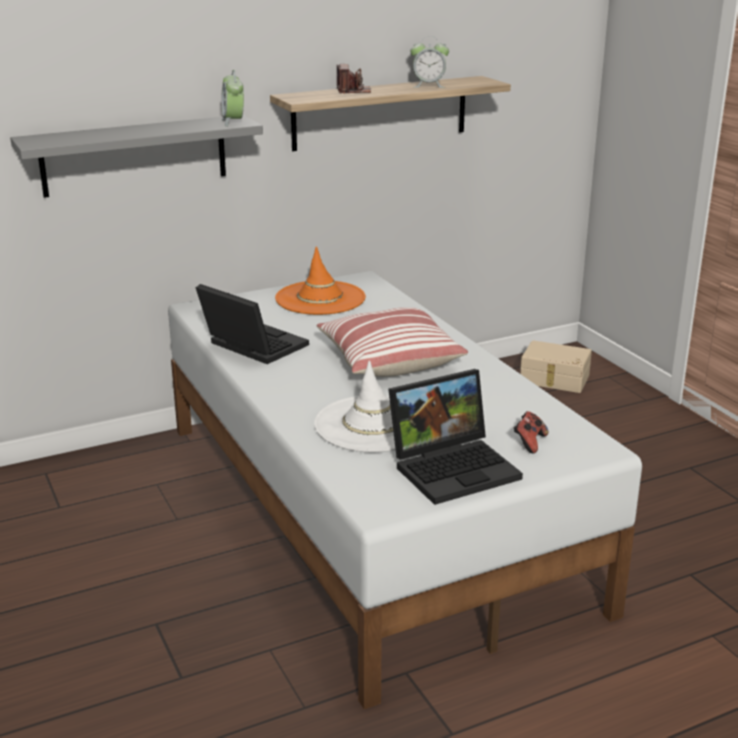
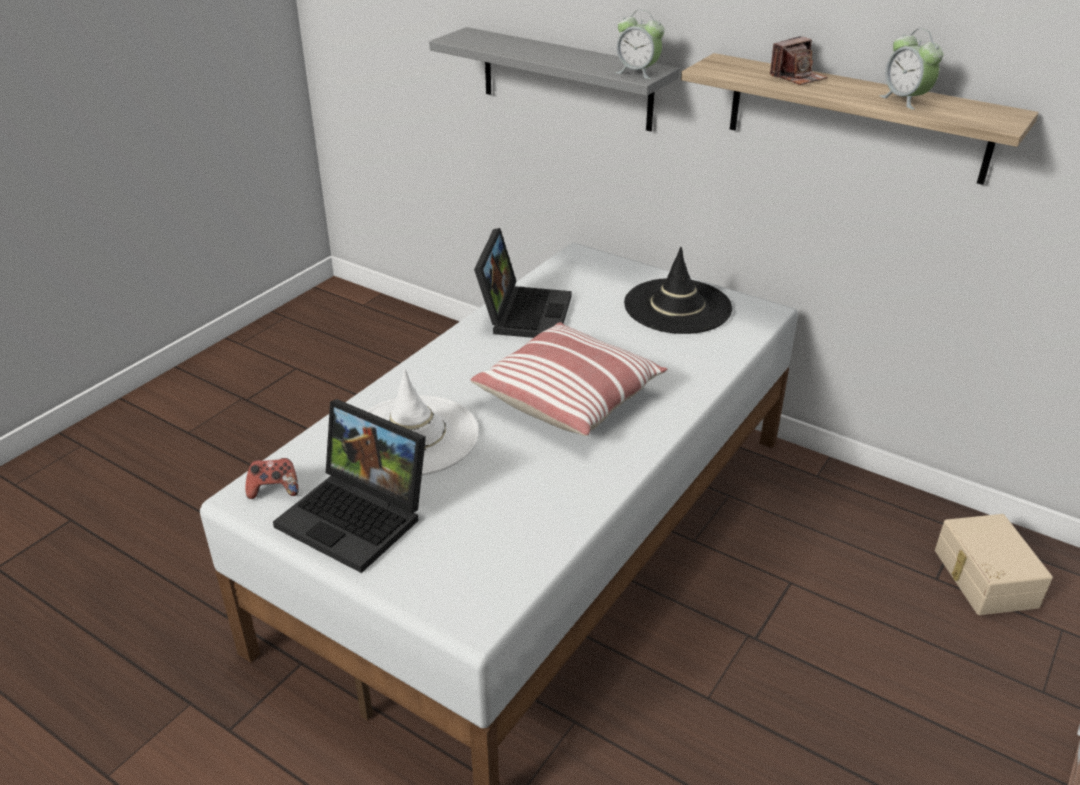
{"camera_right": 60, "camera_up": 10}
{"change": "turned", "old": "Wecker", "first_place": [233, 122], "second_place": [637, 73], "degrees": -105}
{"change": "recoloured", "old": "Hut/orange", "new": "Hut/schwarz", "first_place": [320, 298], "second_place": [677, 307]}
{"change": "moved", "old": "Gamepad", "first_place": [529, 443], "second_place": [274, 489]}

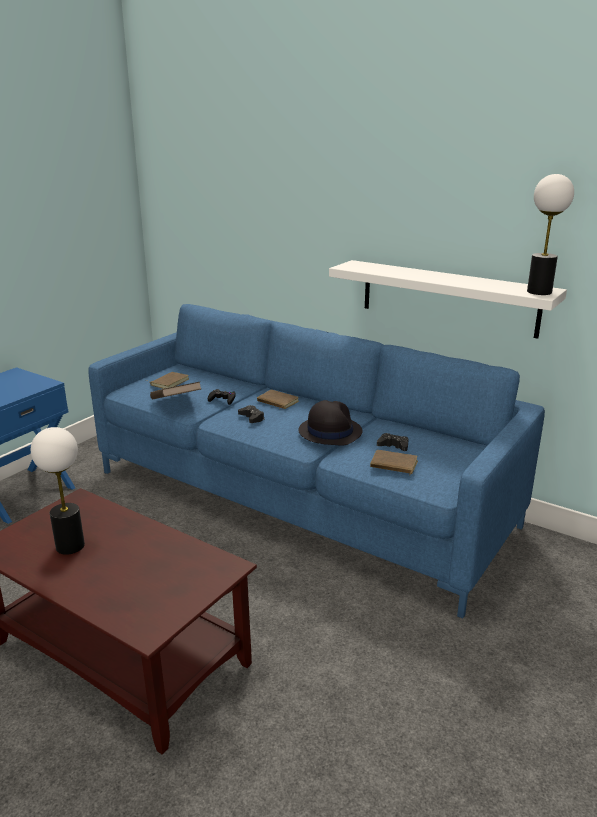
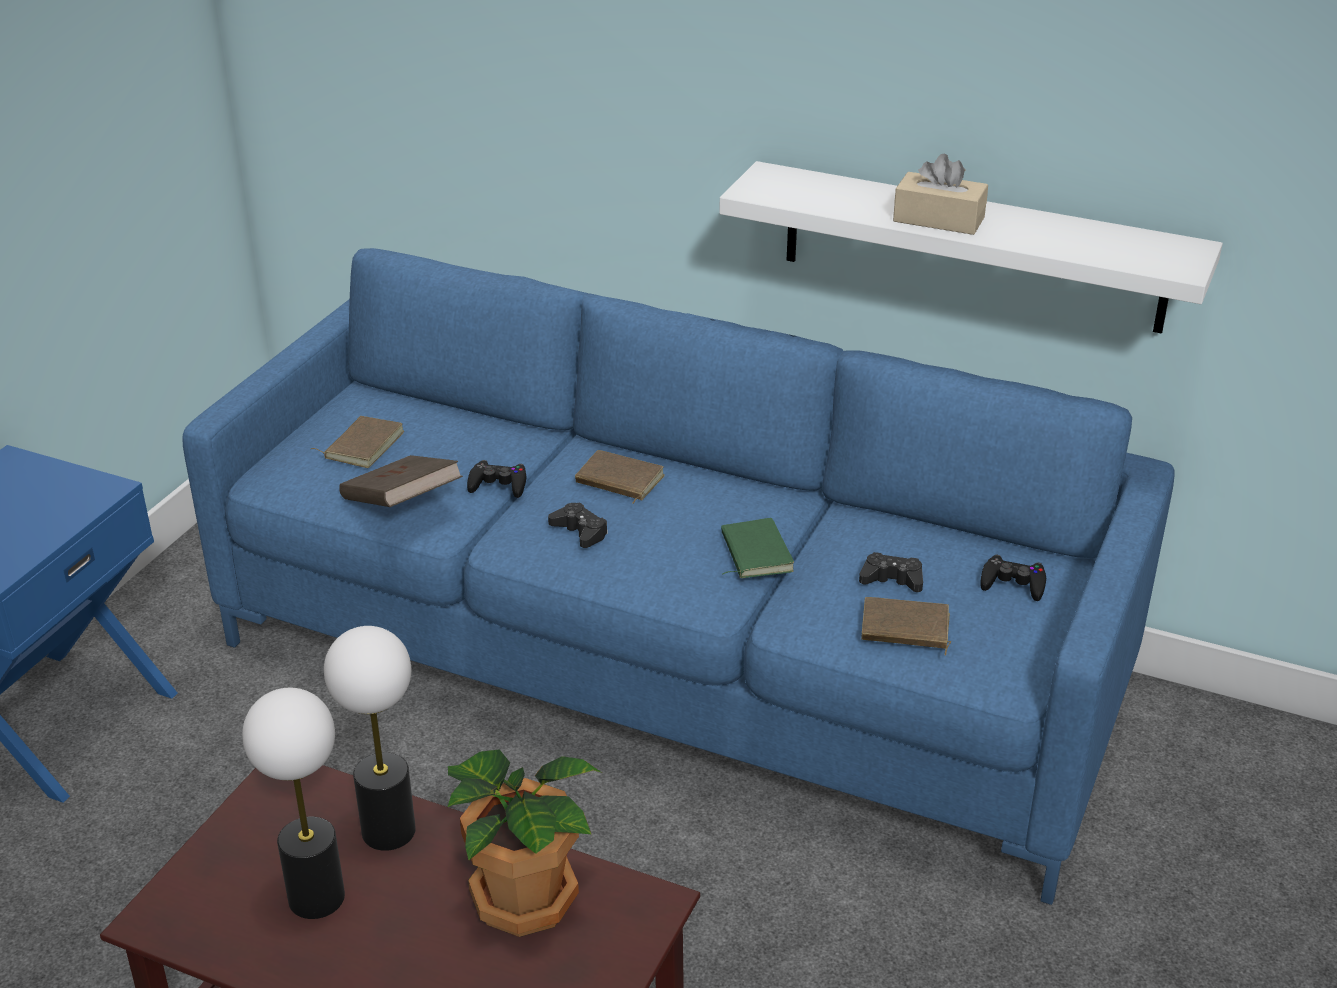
{"camera_right": -10, "camera_up": 10}
{"change": "replaced", "old": "Hut/schwarz", "new": "Buch/grün", "first_place": [329, 431], "second_place": [753, 553]}
{"change": "moved", "old": "Tischlampe", "first_place": [539, 292], "second_place": [387, 831]}
{"change": "added", "new": "Topfpflanze", "second_place": [524, 896]}
{"change": "added", "new": "Taschentuchbox/beige", "second_place": [938, 219]}
{"change": "added", "new": "Gamepad/schwarz", "second_place": [1013, 583]}

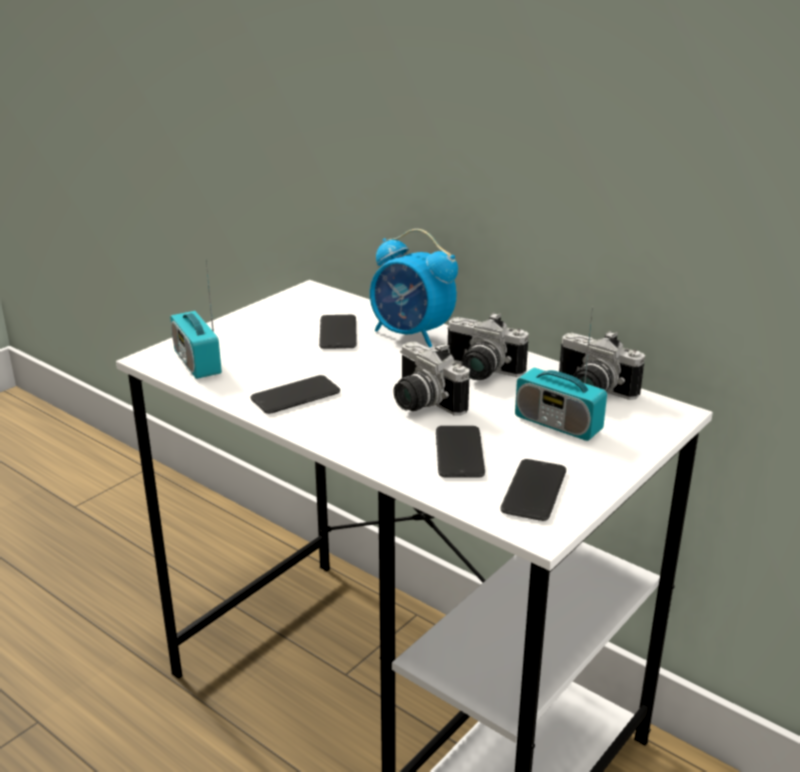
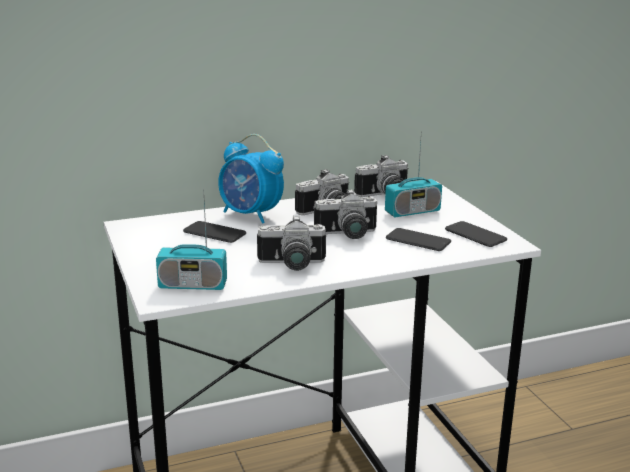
{"camera_right": -60, "camera_up": -5}
{"change": "replaced", "old": "Handy", "new": "Kamera", "first_place": [295, 396], "second_place": [291, 265]}
{"change": "turned", "old": "Wecker", "first_place": [411, 335], "second_place": [251, 215], "degrees": 60}

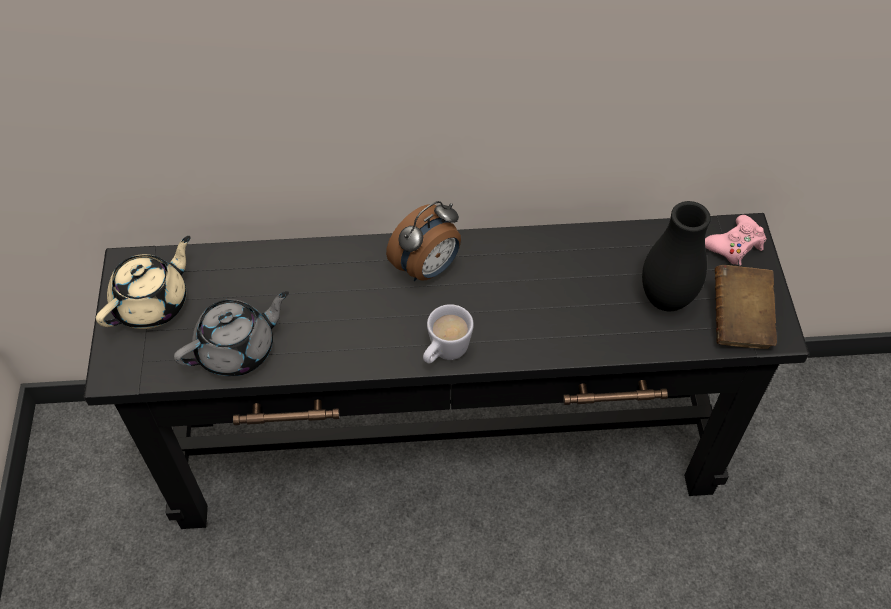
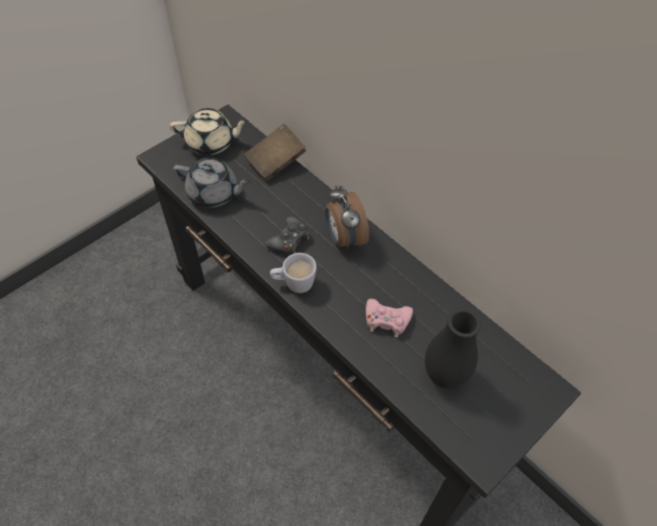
{"camera_right": 50, "camera_up": 0}
{"change": "turned", "old": "Wecker", "first_place": [427, 268], "second_place": [344, 238], "degrees": 60}
{"change": "moved", "old": "Gamepad/rosa", "first_place": [735, 245], "second_place": [386, 320]}
{"change": "moved", "old": "Buch/braun", "first_place": [739, 319], "second_place": [276, 162]}
{"change": "added", "new": "Gamepad/schwarz", "second_place": [289, 240]}

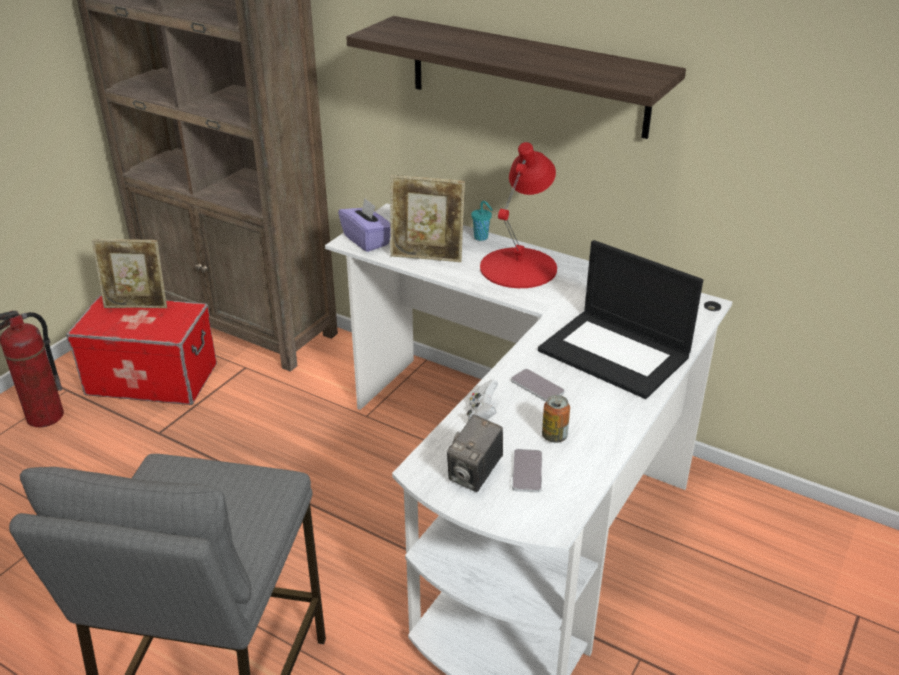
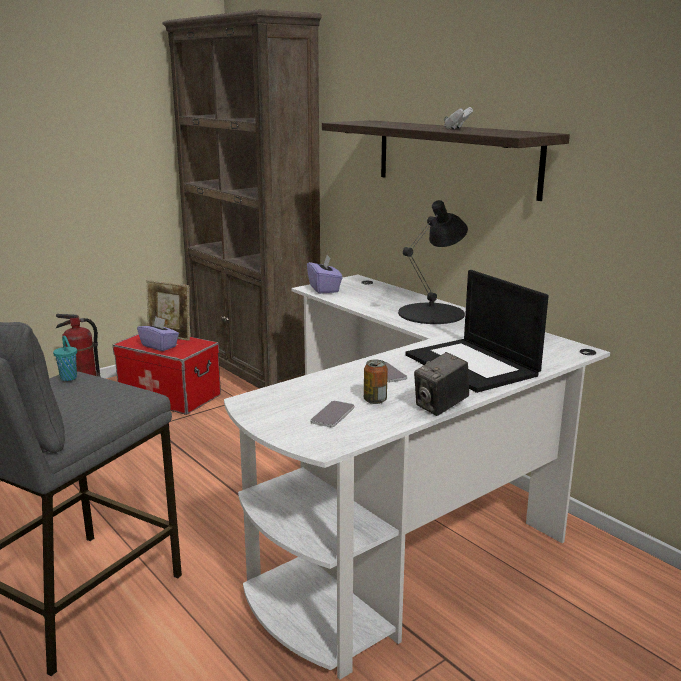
{"camera_right": 20, "camera_up": -15}
{"change": "removed", "old": "Bilderrahmen", "first_place": [427, 257]}
{"change": "moved", "old": "Kamera", "first_place": [475, 475], "second_place": [440, 407]}
{"change": "moved", "old": "Gamepad/weiß", "first_place": [482, 414], "second_place": [457, 129]}
{"change": "moved", "old": "Tasse/türkis", "first_place": [481, 238], "second_place": [69, 378]}
{"change": "recoloured", "old": "Tischlampe/rot", "new": "Tischlampe/schwarz", "first_place": [519, 267], "second_place": [432, 313]}
{"change": "added", "new": "Taschentuchbox/lila", "second_place": [159, 346]}

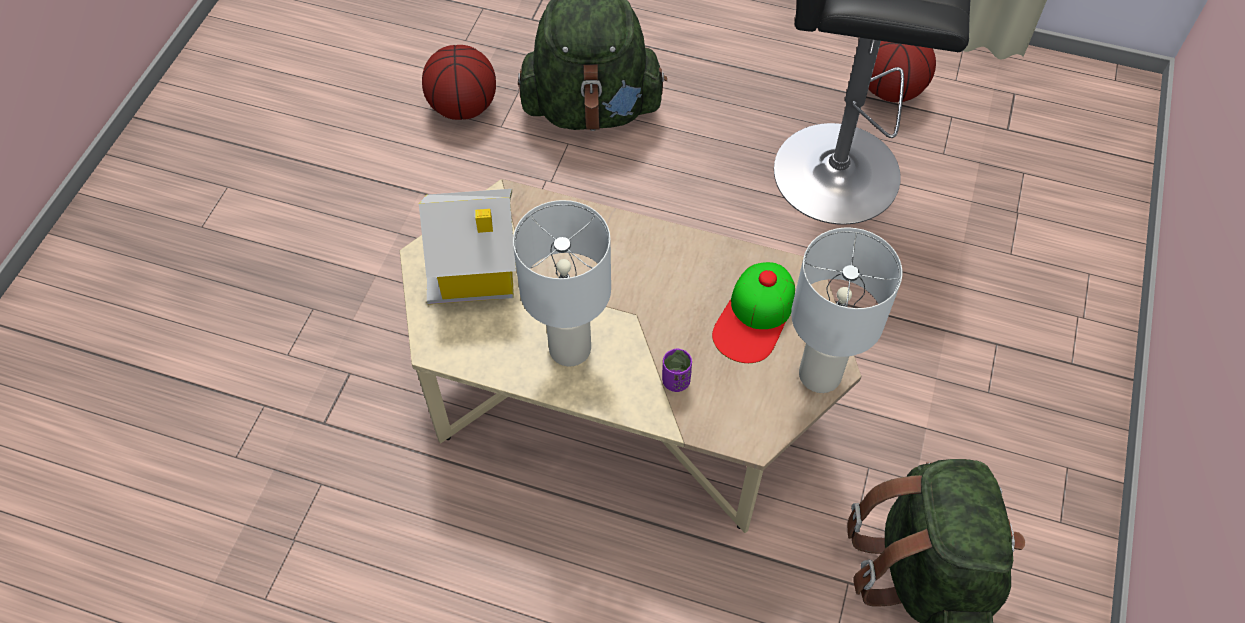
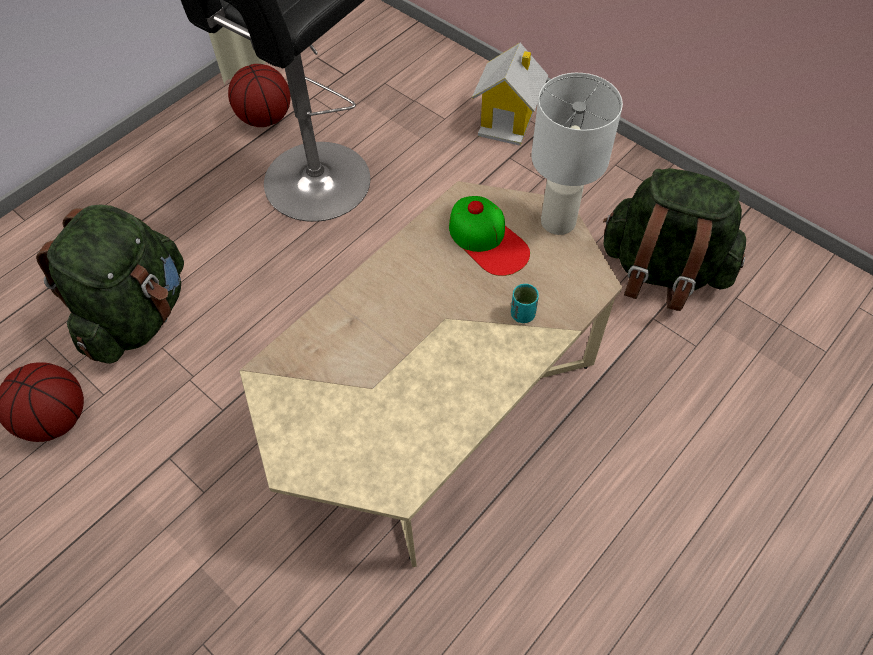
{"camera_right": -65, "camera_up": 0}
{"change": "moved", "old": "Spielzeughaus", "first_place": [475, 273], "second_place": [508, 120]}
{"change": "removed", "old": "Tischlampe/weiß", "first_place": [568, 348]}
{"change": "recoloured", "old": "Tasse/lila", "new": "Tasse/türkis", "first_place": [675, 381], "second_place": [522, 314]}

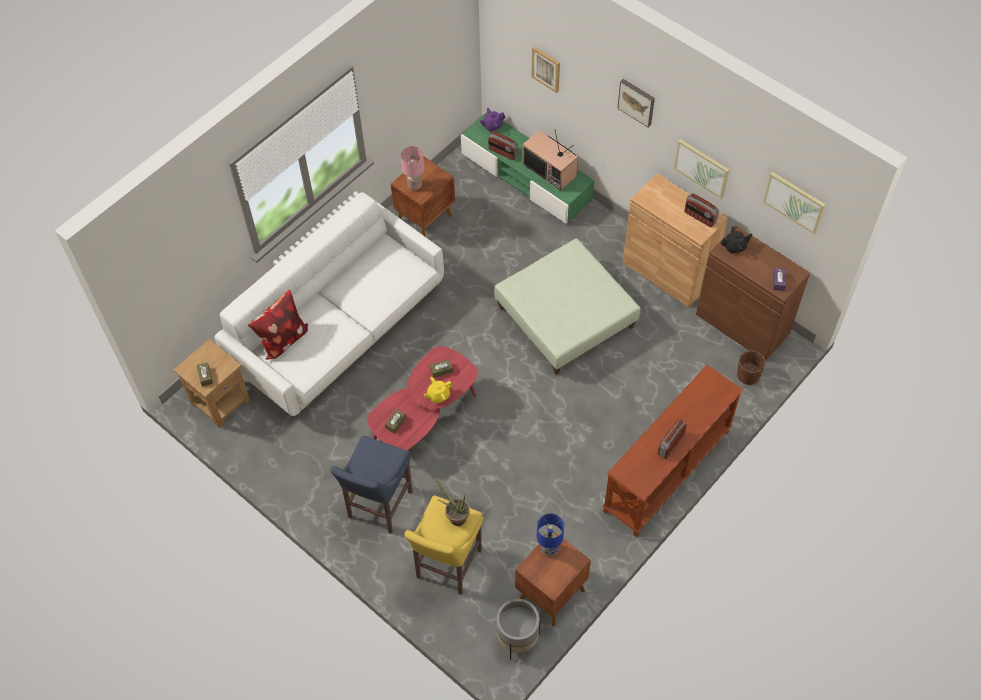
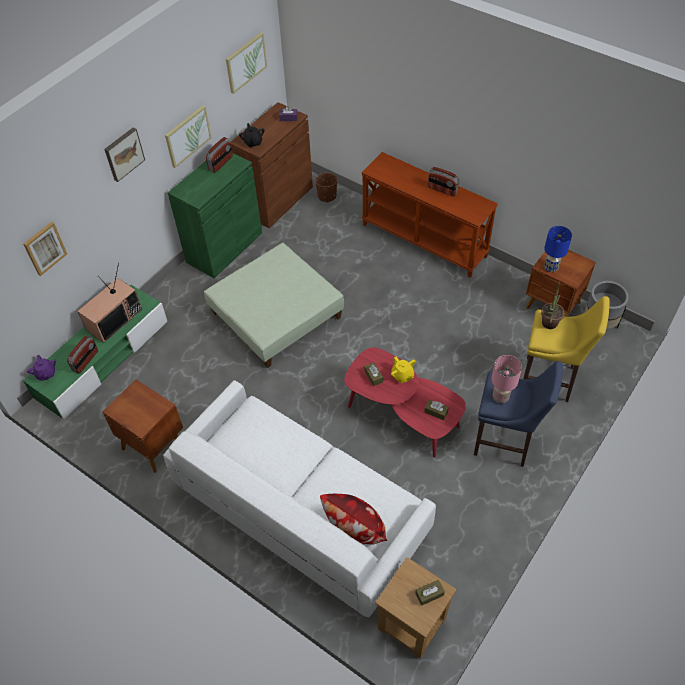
{"camera_right": -95, "camera_up": -5}
{"change": "moved", "old": "Tischlampe/rosa", "first_place": [414, 185], "second_place": [500, 398]}
{"change": "recoloured", "old": "Schrank/braun", "new": "Schrank/grün", "first_place": [667, 272], "second_place": [224, 247]}

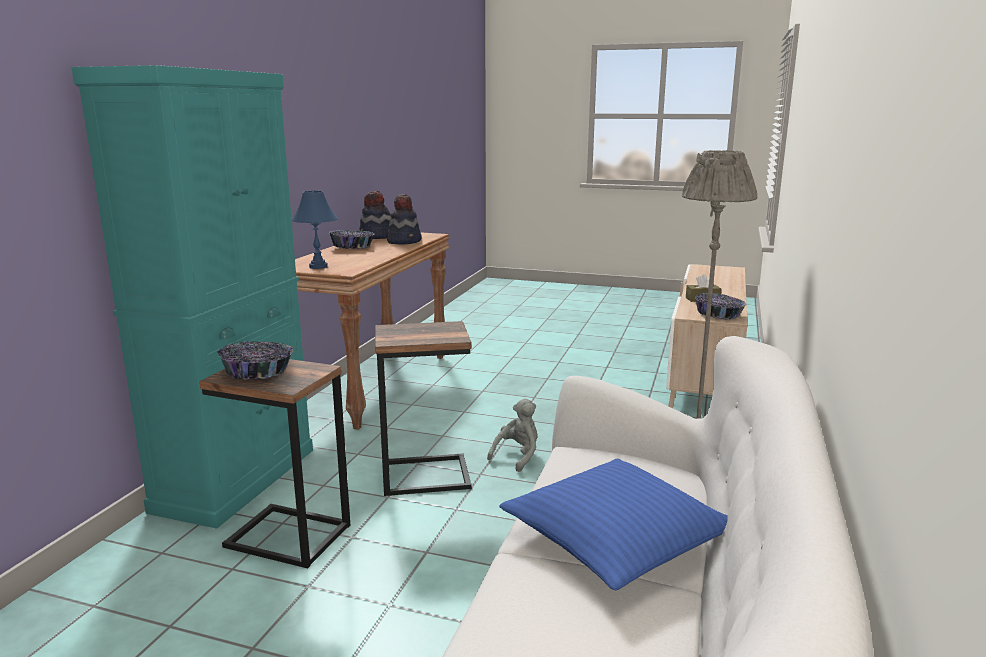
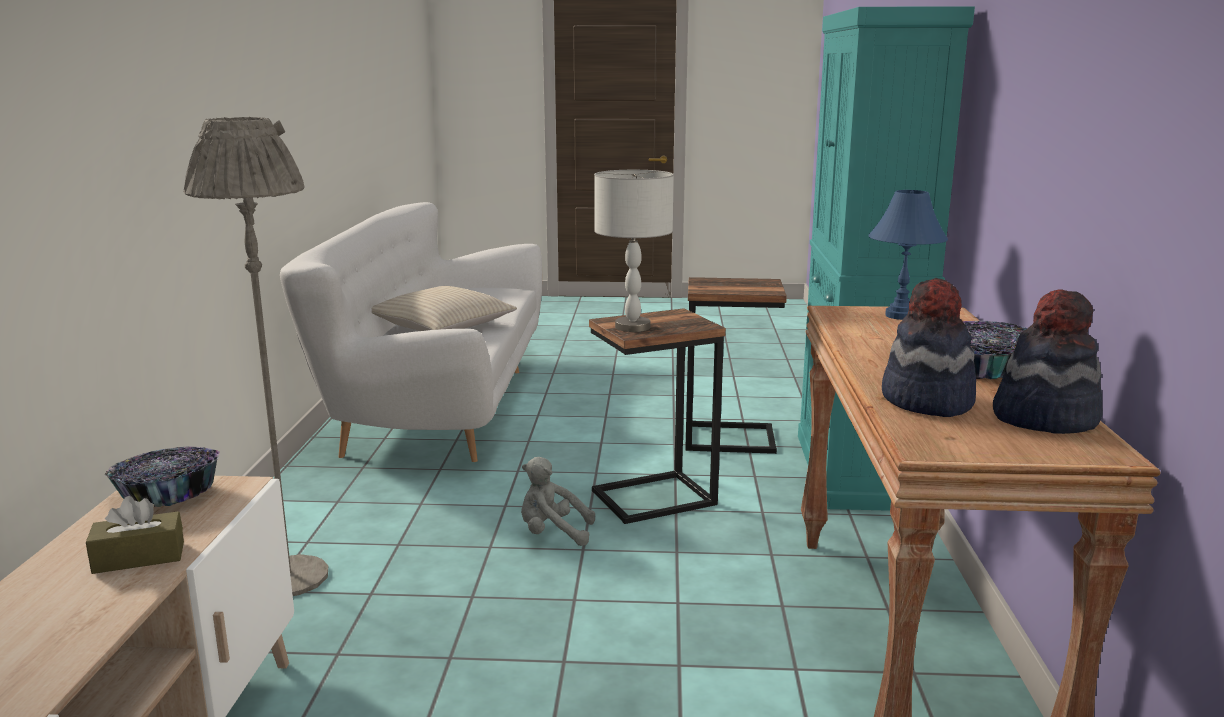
{"camera_right": 165, "camera_up": 0}
{"change": "removed", "old": "Schüssel", "first_place": [257, 373]}
{"change": "turned", "old": "Plüschtier/grau", "first_place": [517, 456], "second_place": [553, 534], "degrees": 75}
{"change": "recoloured", "old": "Kissen/blau", "new": "Kissen/beige", "first_place": [615, 538], "second_place": [442, 325]}
{"change": "added", "new": "Tischlampe/grau", "second_place": [633, 327]}

